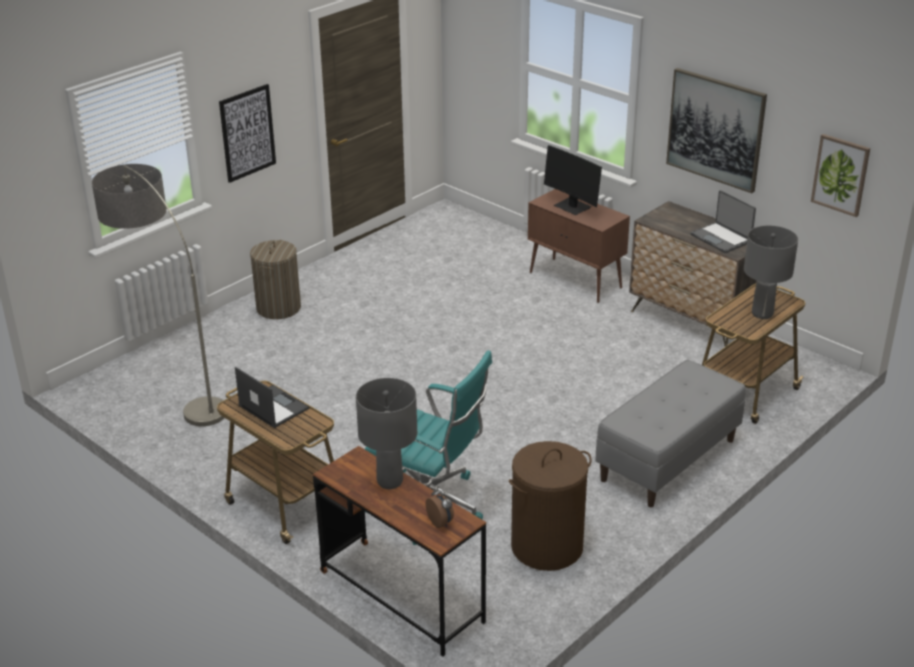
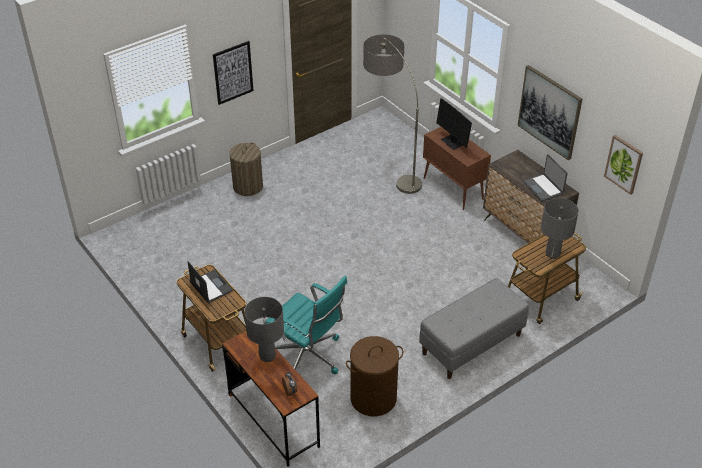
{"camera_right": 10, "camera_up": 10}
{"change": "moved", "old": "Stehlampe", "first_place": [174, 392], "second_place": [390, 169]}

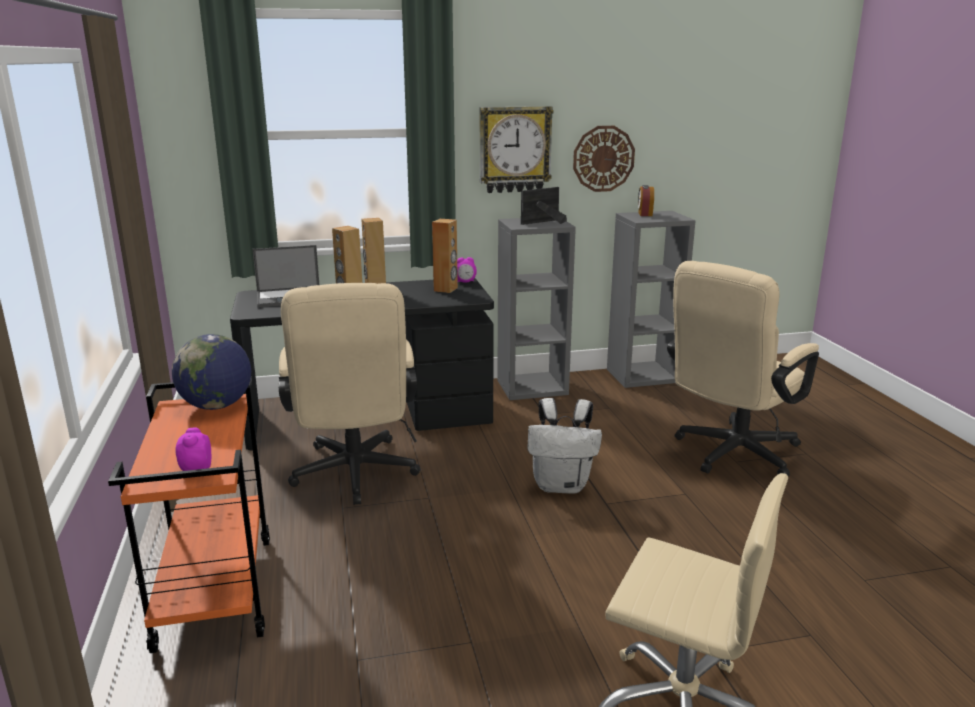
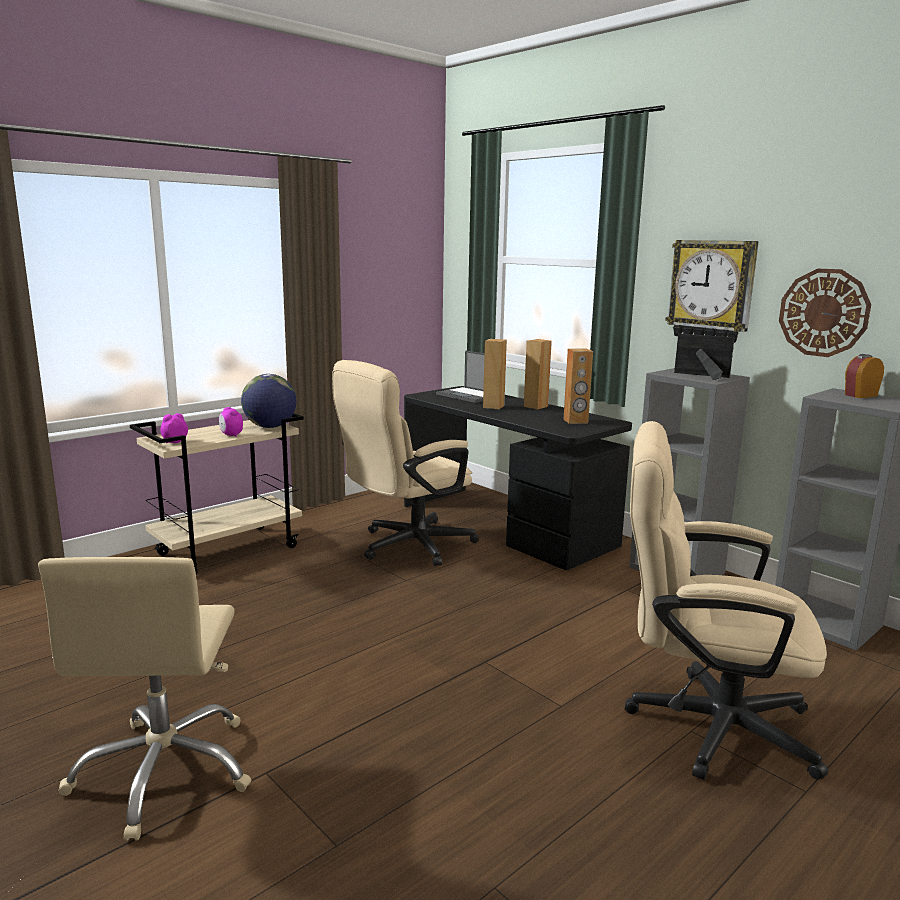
{"camera_right": 60, "camera_up": -5}
{"change": "recoloured", "old": "Rollwagen/orange", "new": "Rollwagen/beige", "first_place": [214, 591], "second_place": [229, 550]}
{"change": "moved", "old": "Wecker", "first_place": [465, 282], "second_place": [231, 435]}
{"change": "removed", "old": "Rucksack/weiß", "first_place": [562, 485]}

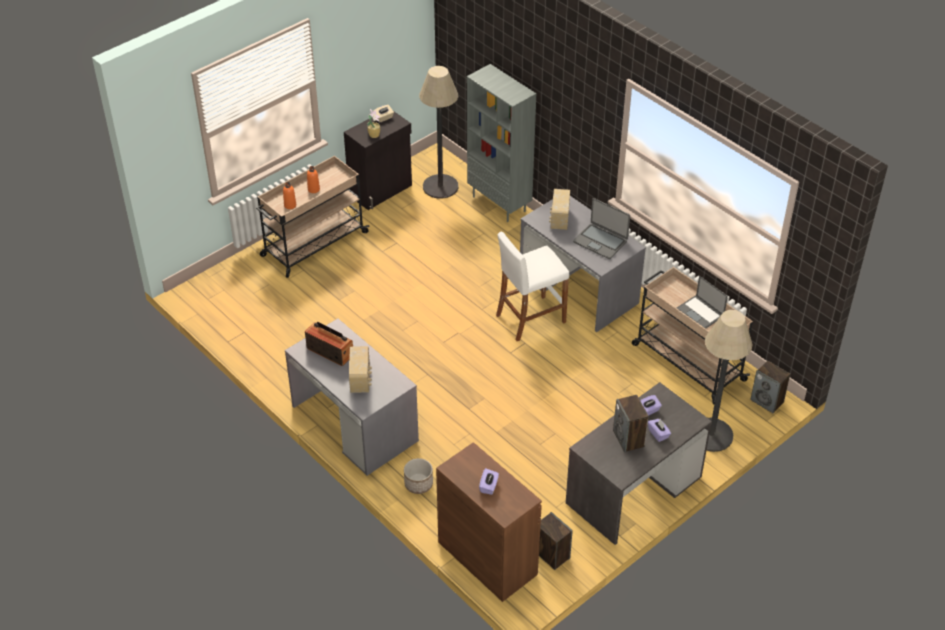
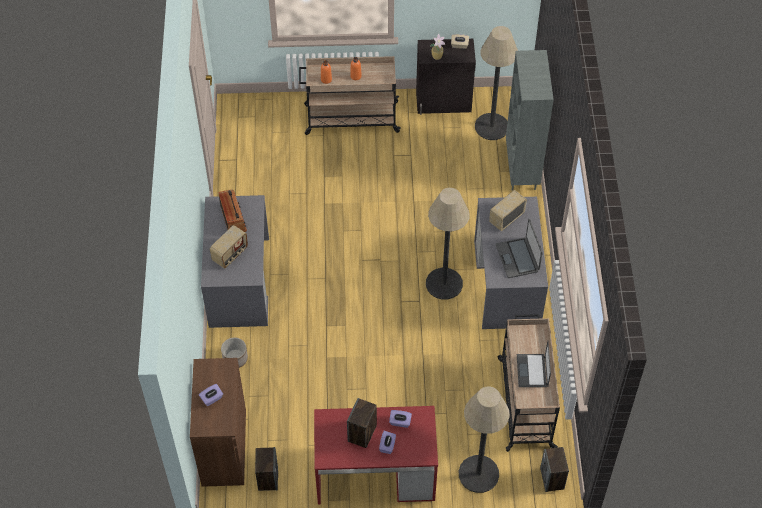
{"camera_right": 40, "camera_up": 10}
{"change": "replaced", "old": "Hocker/weiß", "new": "Stehlampe", "first_place": [530, 318], "second_place": [444, 283]}
{"change": "recoloured", "old": "Schreibtisch/grau", "new": "Schreibtisch/rot", "first_place": [634, 490], "second_place": [375, 474]}

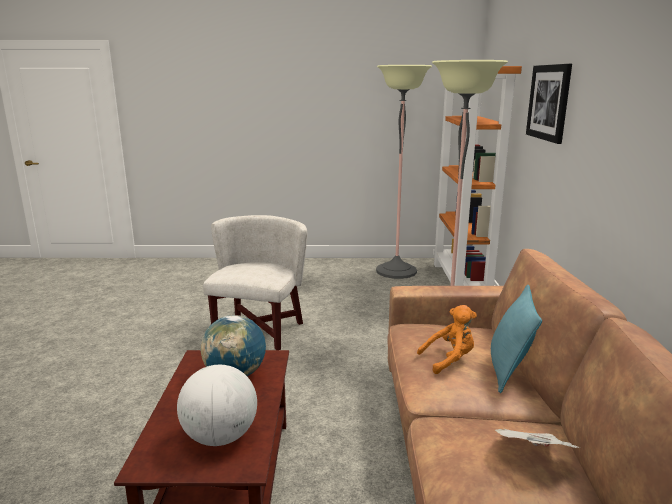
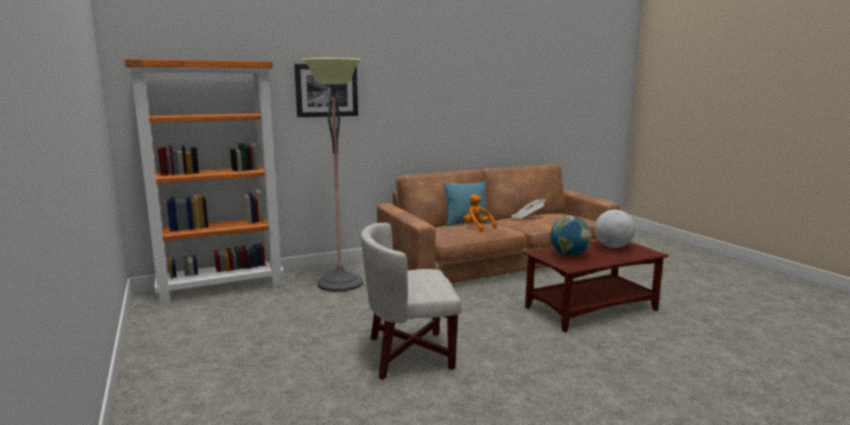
{"camera_right": -115, "camera_up": -5}
{"change": "removed", "old": "Stehlampe", "first_place": [396, 271]}

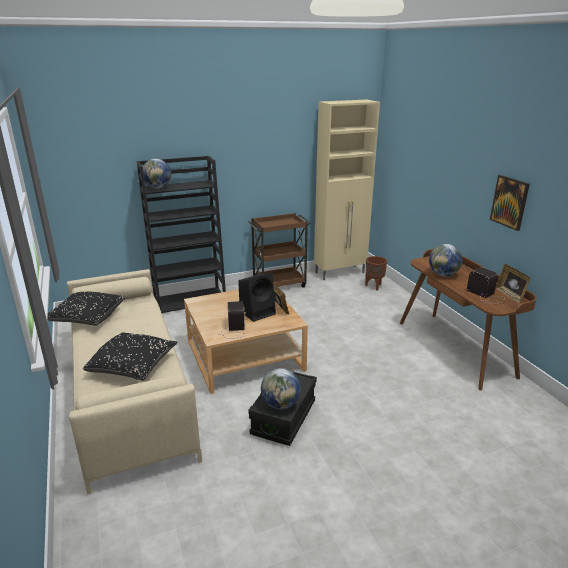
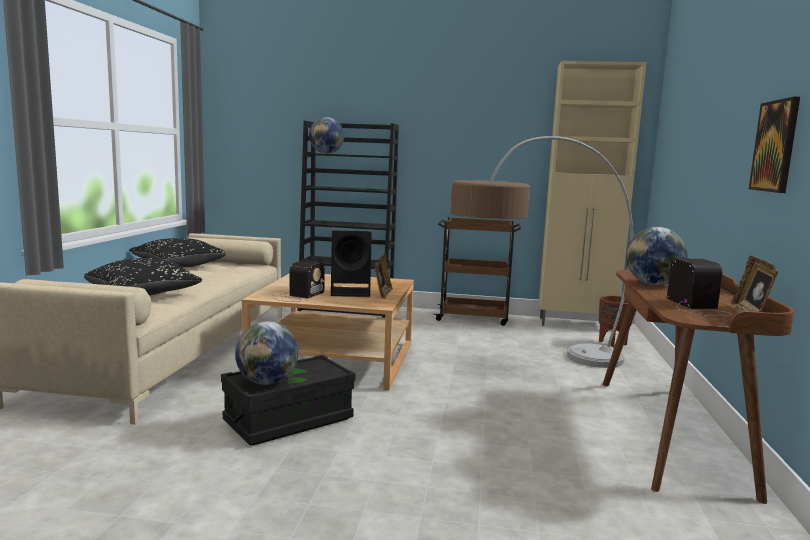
{"camera_right": 30, "camera_up": -15}
{"change": "added", "new": "Stehlampe", "second_place": [529, 364]}

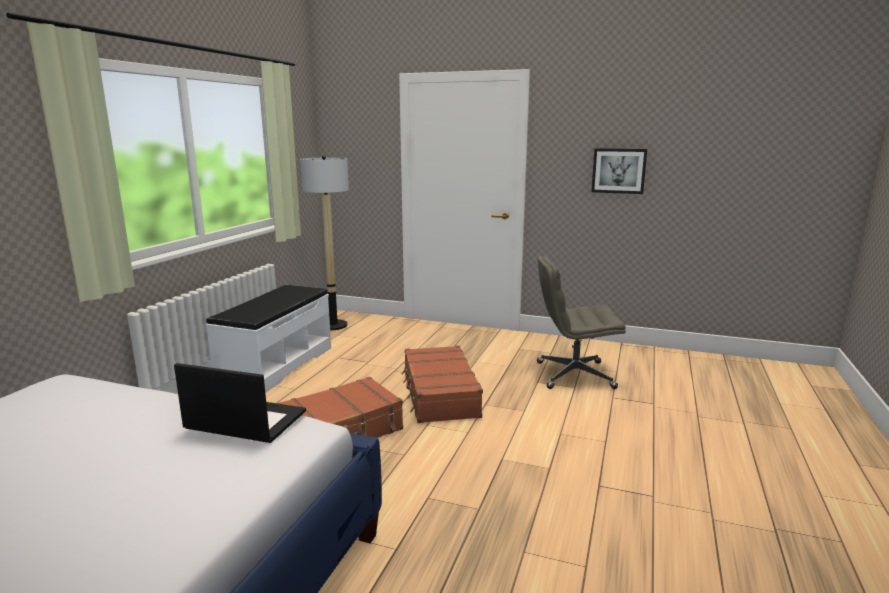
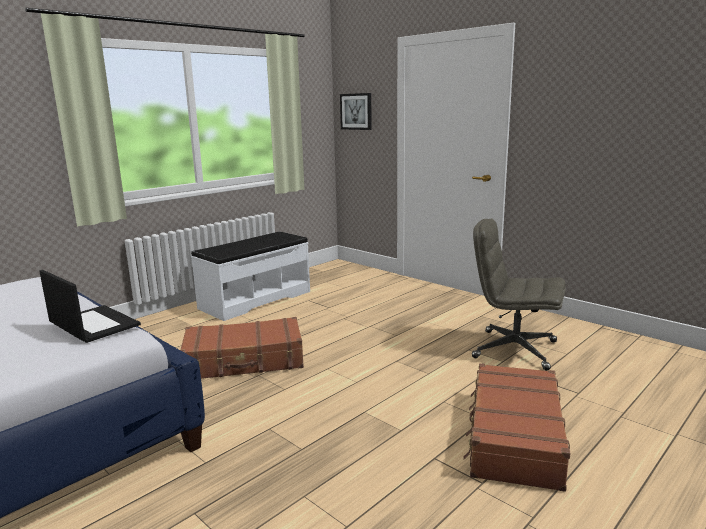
{"camera_right": 25, "camera_up": 0}
{"change": "removed", "old": "Stehlampe", "first_place": [333, 325]}
{"change": "moved", "old": "Koffer/braun", "first_place": [439, 394], "second_place": [513, 436]}
{"change": "moved", "old": "Bild", "first_place": [618, 170], "second_place": [356, 111]}

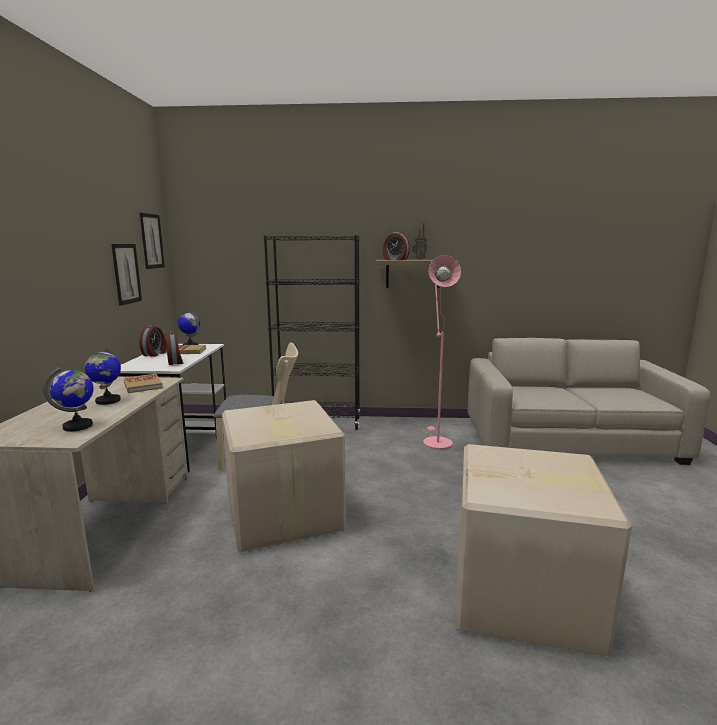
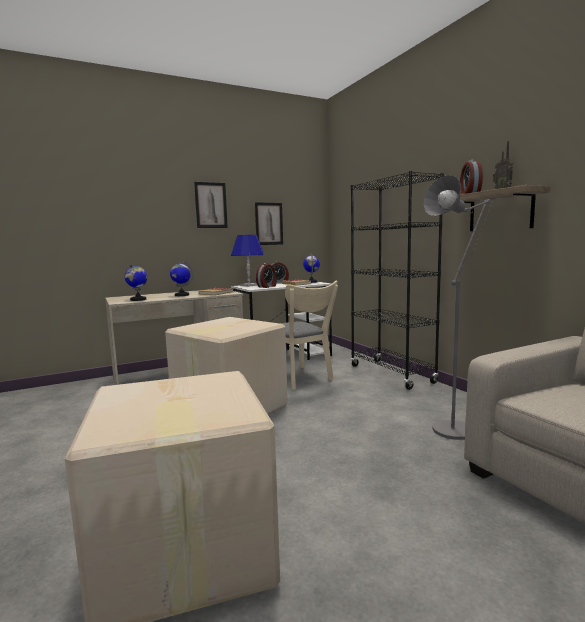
{"camera_right": 60, "camera_up": -5}
{"change": "moved", "old": "Bild", "first_place": [152, 241], "second_place": [211, 205]}
{"change": "recoloured", "old": "Stehlampe/rosa", "new": "Stehlampe/grau", "first_place": [435, 441], "second_place": [456, 428]}
{"change": "added", "new": "Tischlampe/blau", "second_place": [249, 285]}

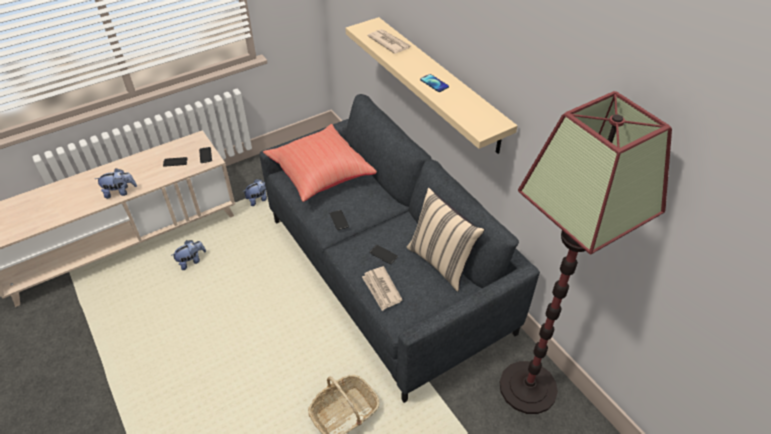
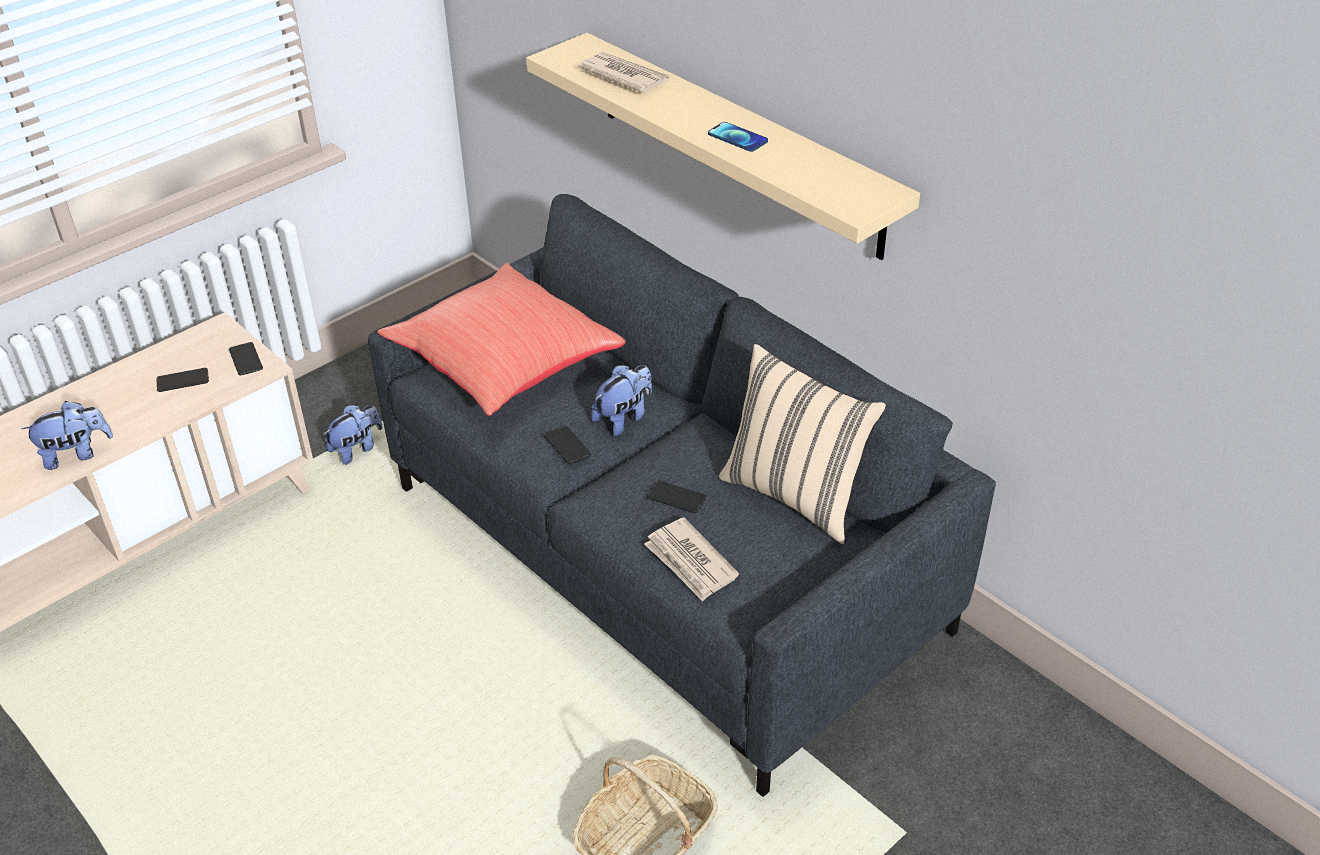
{"camera_right": -10, "camera_up": -5}
{"change": "moved", "old": "Plüschtier", "first_place": [191, 261], "second_place": [624, 417]}
{"change": "removed", "old": "Stehlampe", "first_place": [528, 387]}

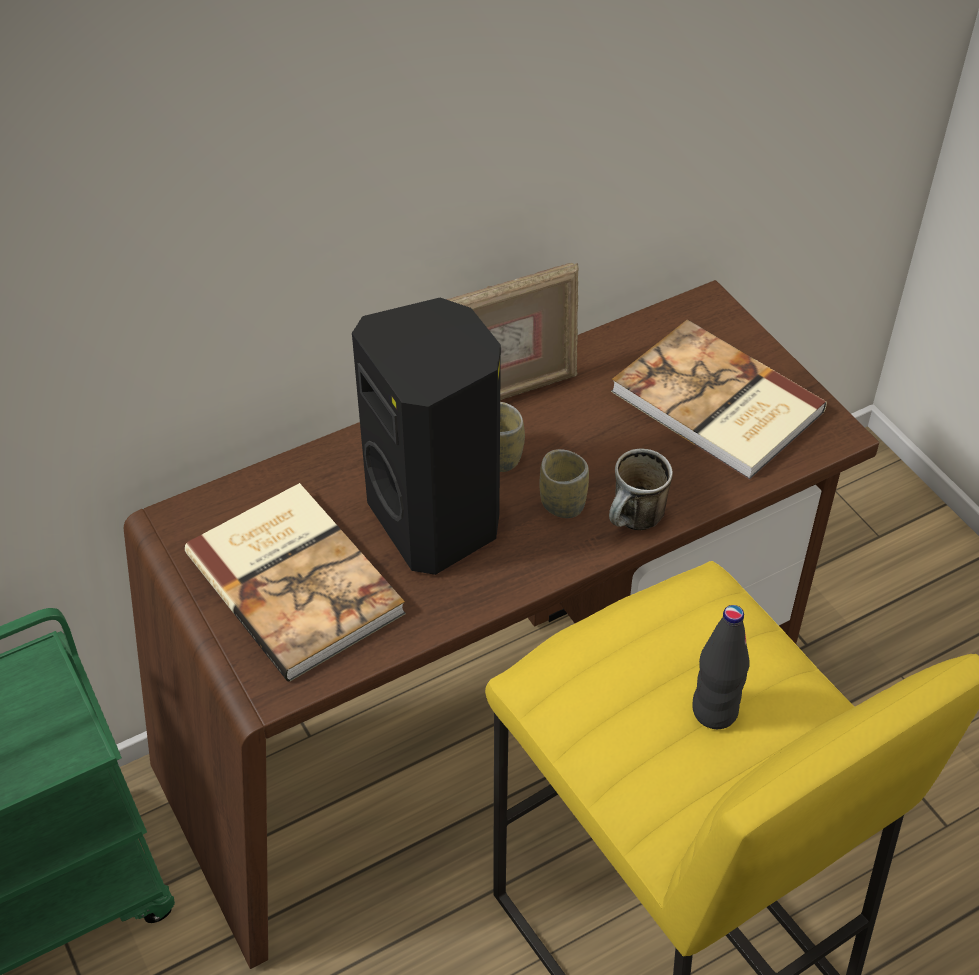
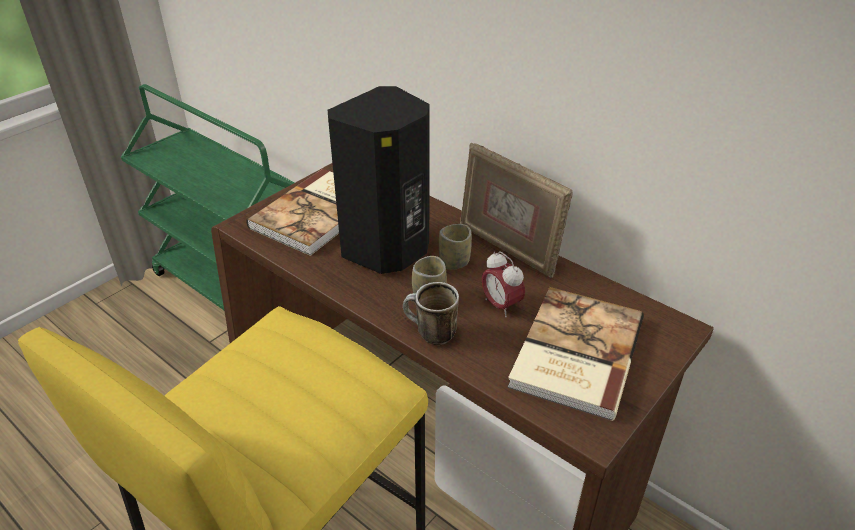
{"camera_right": 70, "camera_up": -10}
{"change": "removed", "old": "Flasche/schwarz", "first_place": [714, 711]}
{"change": "added", "new": "Wecker", "second_place": [501, 305]}

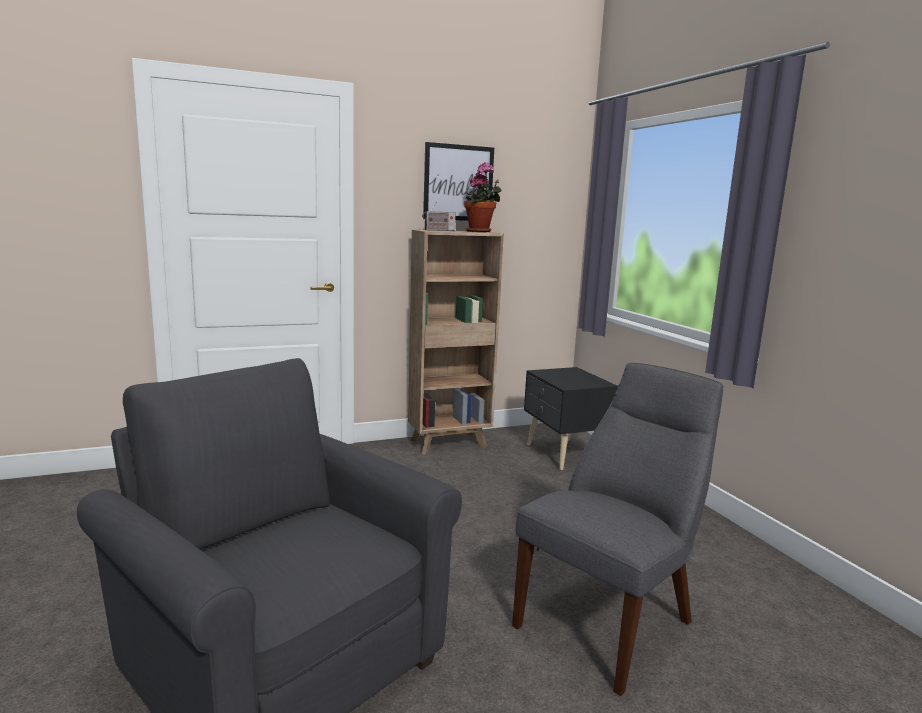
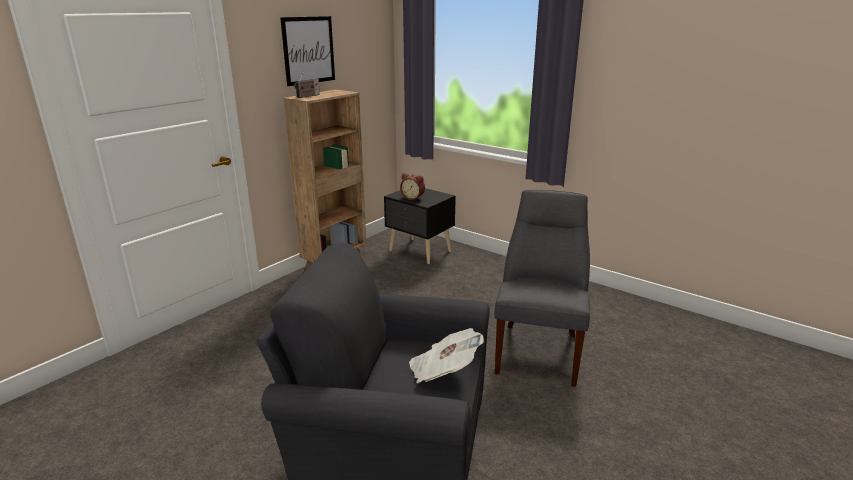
{"camera_right": -30, "camera_up": 10}
{"change": "removed", "old": "Topfpflanze", "first_place": [480, 231]}
{"change": "added", "new": "Wecker", "second_place": [413, 198]}
{"change": "added", "new": "Zeitung", "second_place": [443, 371]}

